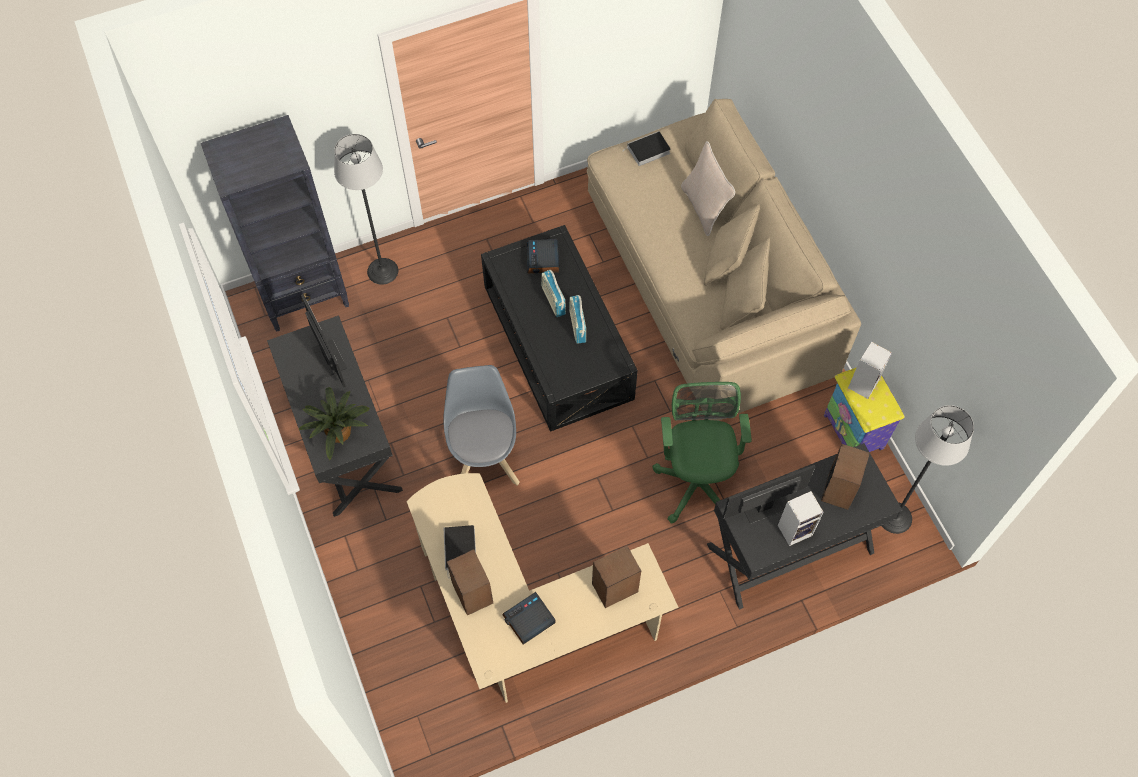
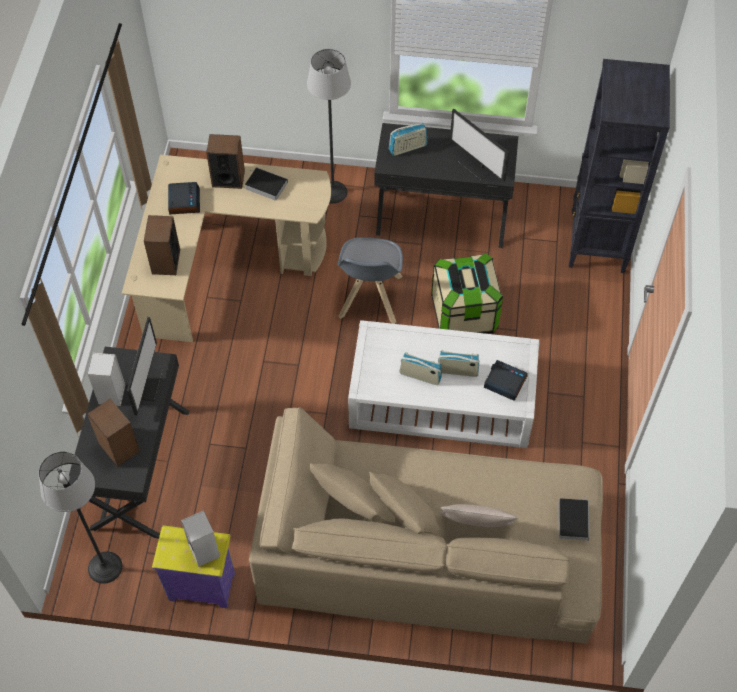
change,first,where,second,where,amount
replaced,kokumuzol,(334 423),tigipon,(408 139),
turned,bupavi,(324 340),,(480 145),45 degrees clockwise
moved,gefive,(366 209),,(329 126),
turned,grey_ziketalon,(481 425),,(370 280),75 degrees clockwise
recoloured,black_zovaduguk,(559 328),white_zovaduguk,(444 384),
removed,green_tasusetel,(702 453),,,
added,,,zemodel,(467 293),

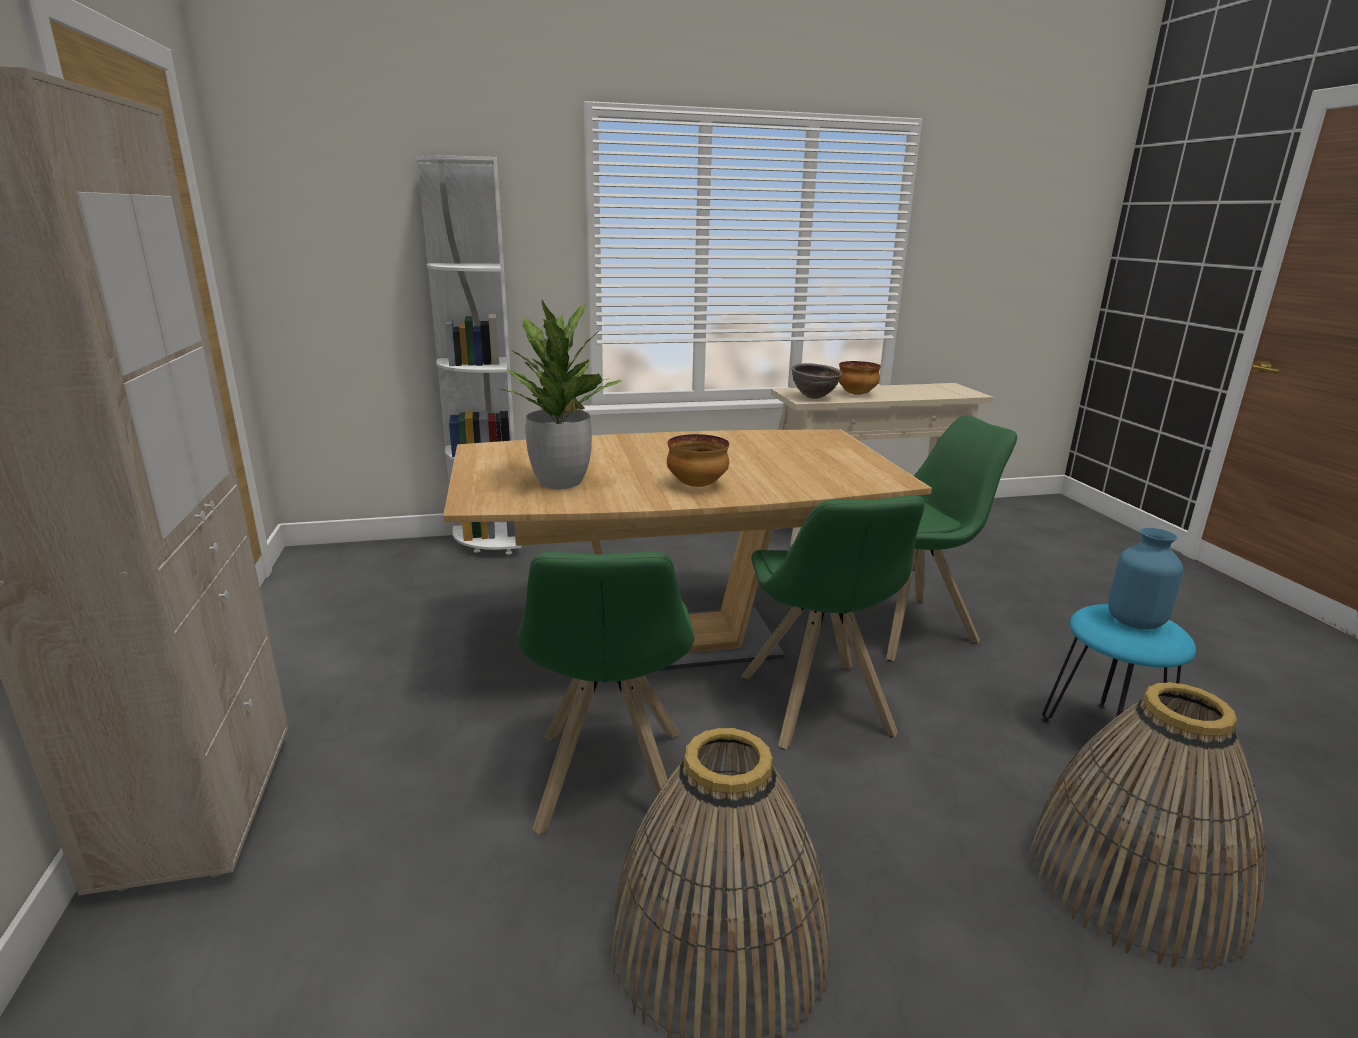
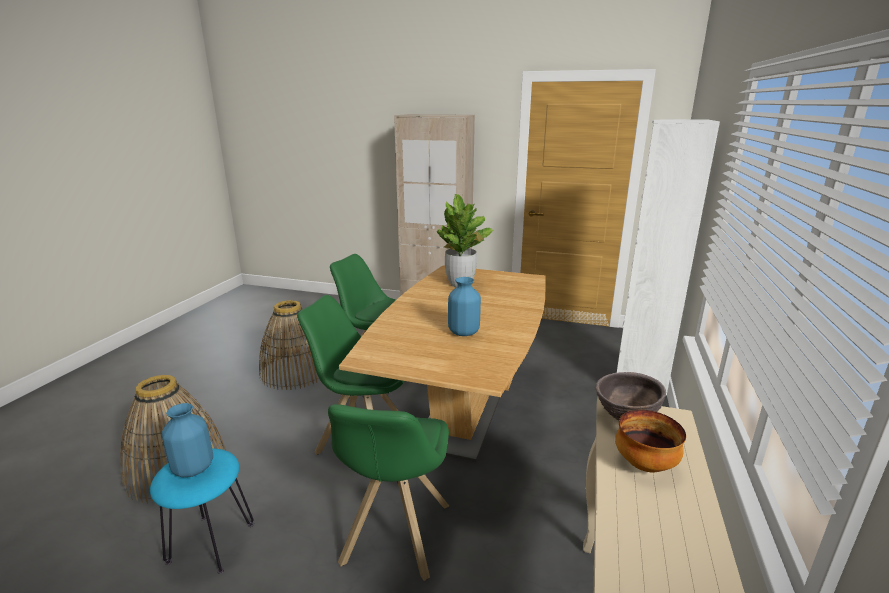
change,first,where,second,where,amount
removed,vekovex,(698 460),,,
added,,,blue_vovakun,(464 306),

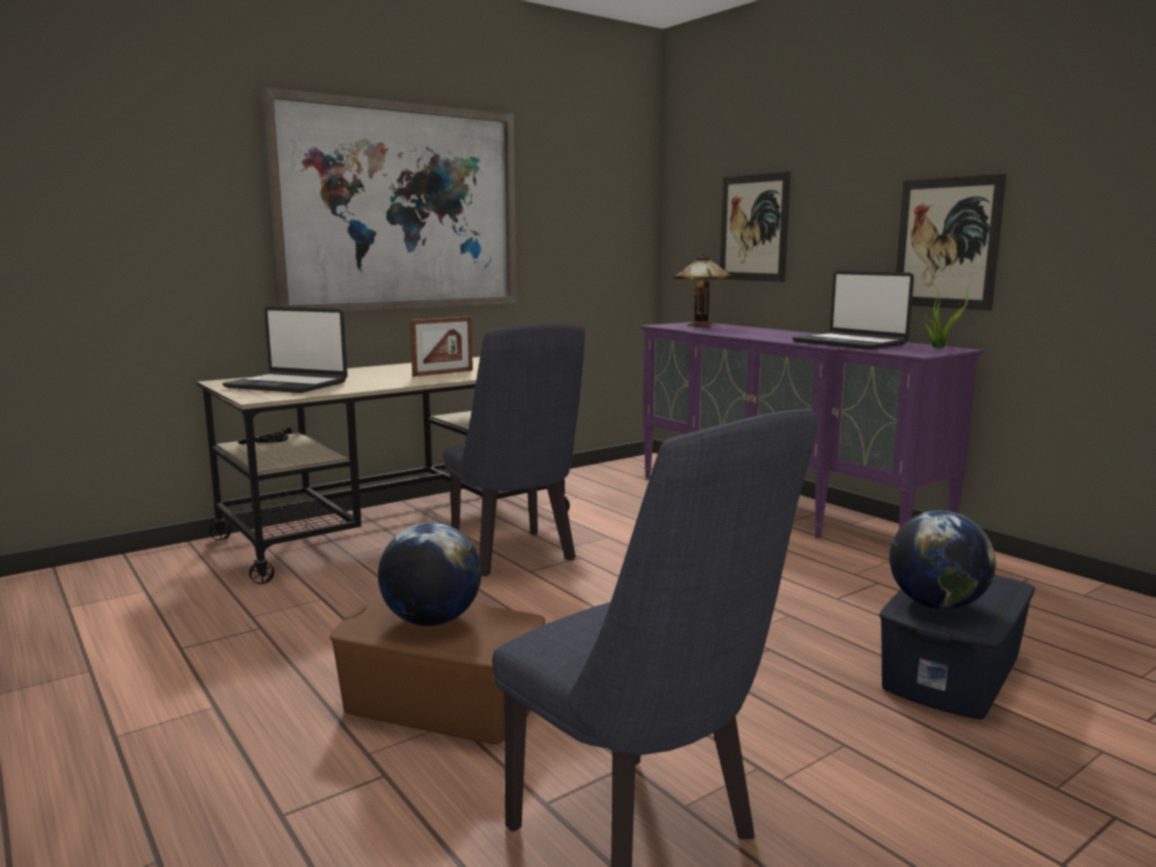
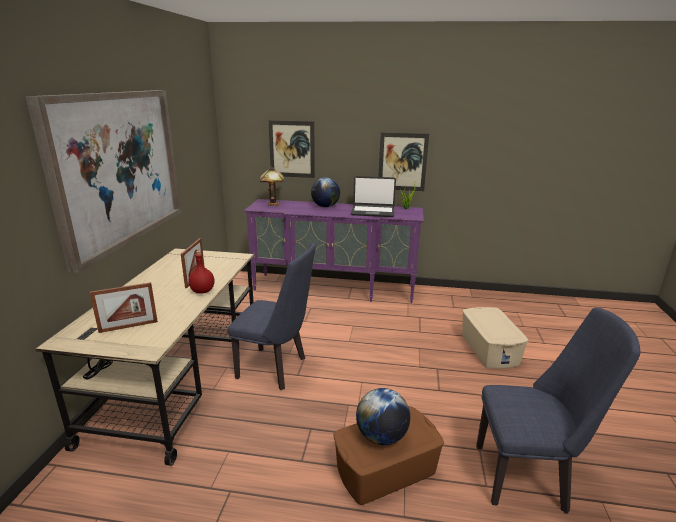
change,first,where,second,where,amount
replaced,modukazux,(285 350),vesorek,(124 307),
recoloured,blue_zemodel,(957 646),beige_zemodel,(495 338),
moved,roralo,(942 560),,(325 192),
added,,,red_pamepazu,(201 272),

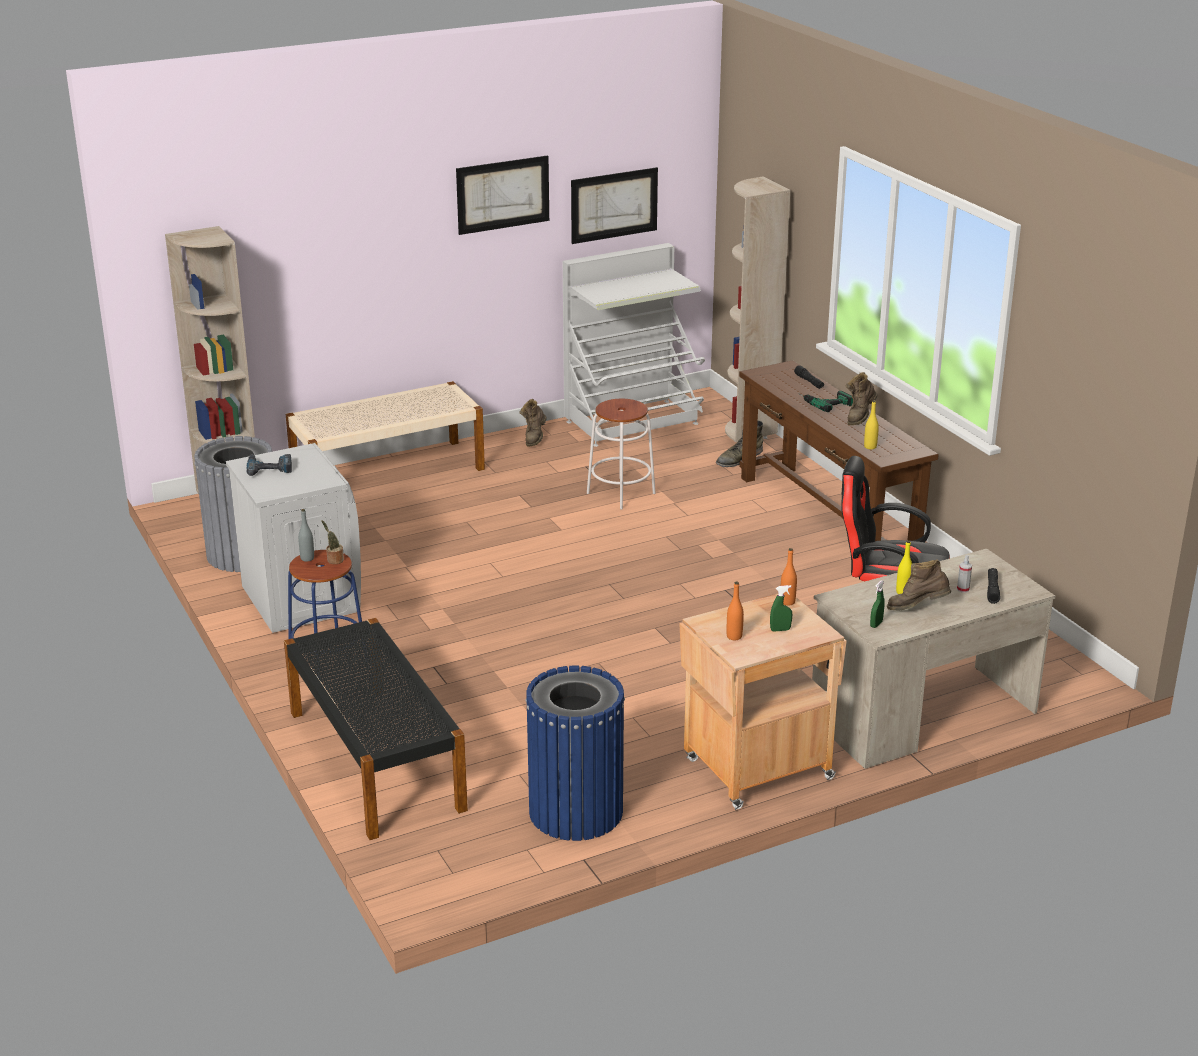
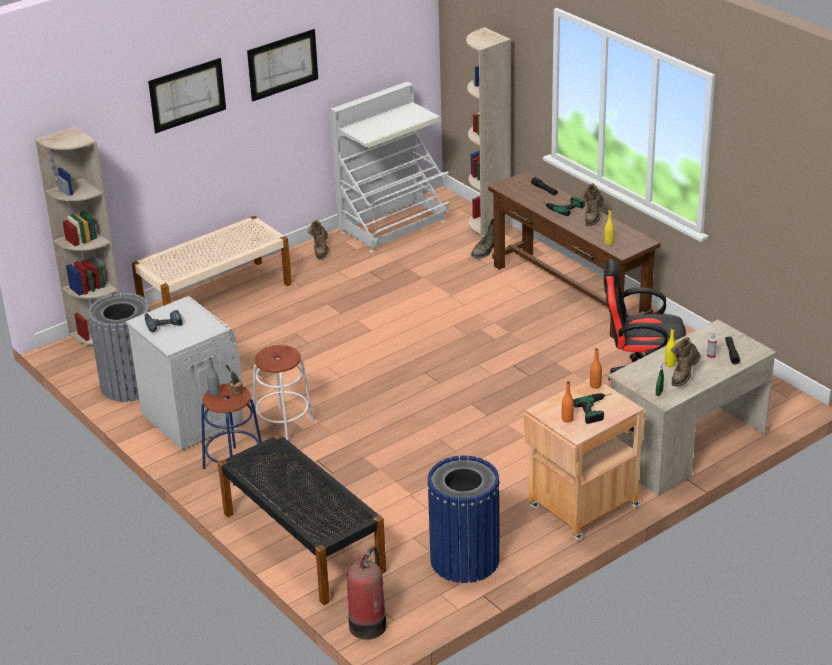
change,first,where,second,where,amount
moved,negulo,(614 205),,(187 95),
moved,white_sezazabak,(621 454),,(283 393),
replaced,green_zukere,(781 608),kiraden,(591 408),
turned,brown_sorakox,(919 584),,(686 361),45 degrees counterclockwise
added,,,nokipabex,(366 593),

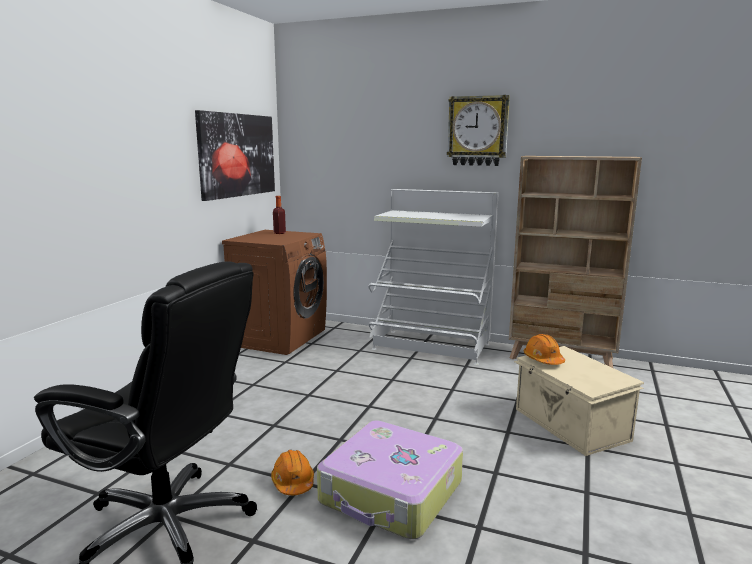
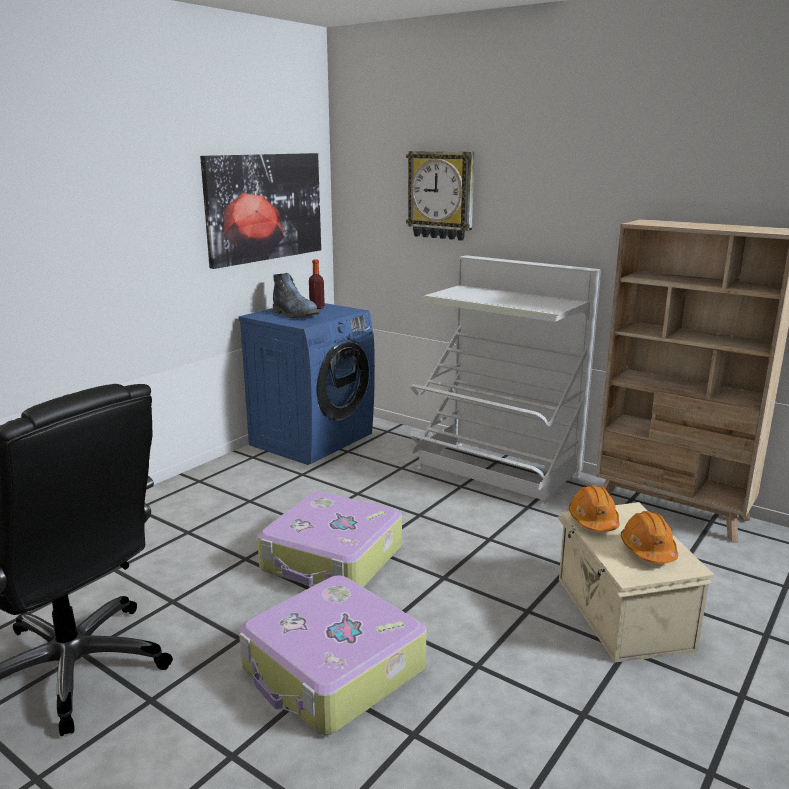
change,first,where,second,where,amount
recoloured,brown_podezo,(274 292),blue_podezo,(307 384),
moved,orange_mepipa,(292 472),,(649 537),
moved,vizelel,(478 130),,(440 196),
added,,,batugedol,(329 539),
added,,,sorakox,(296 295),

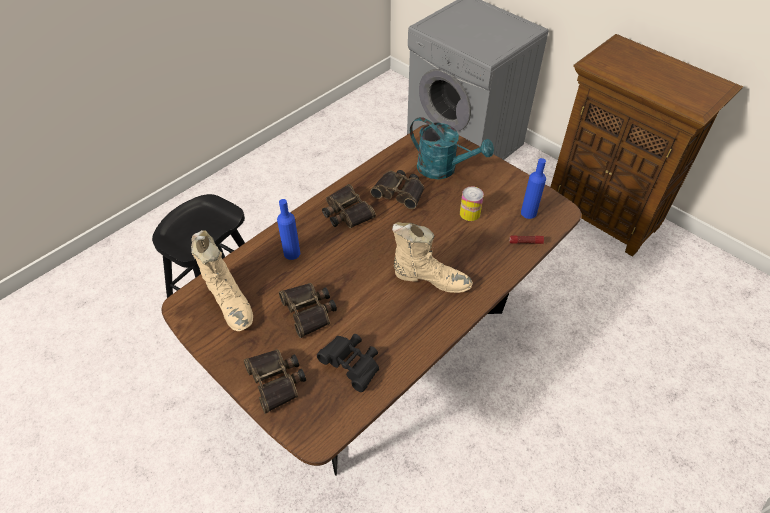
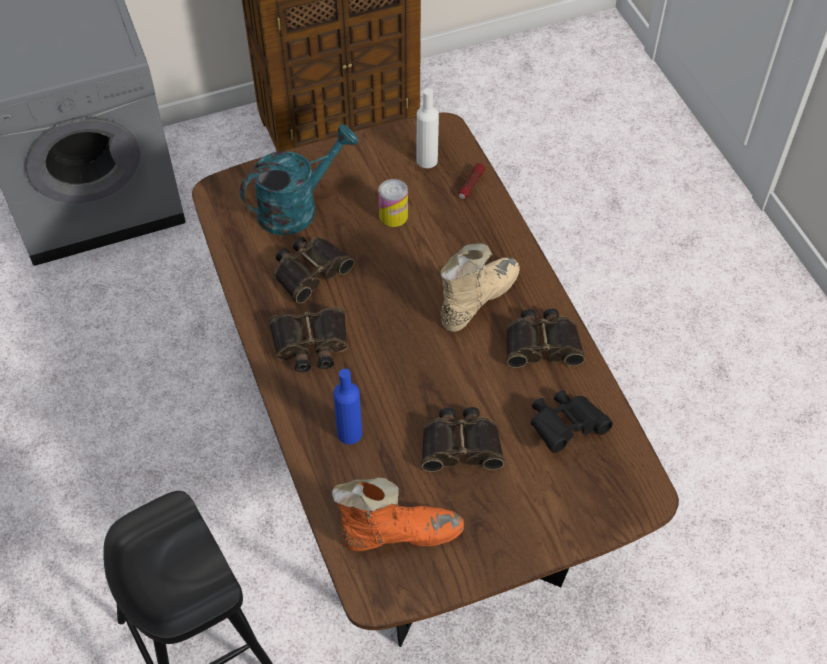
change,first,where,second,where,amount
recoloured,beige_sorakox,(222 280),orange_sorakox,(398 514),
moved,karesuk,(275 381),,(545 338),
recoloured,blue_pamepazu,(533 188),white_pamepazu,(428 128),

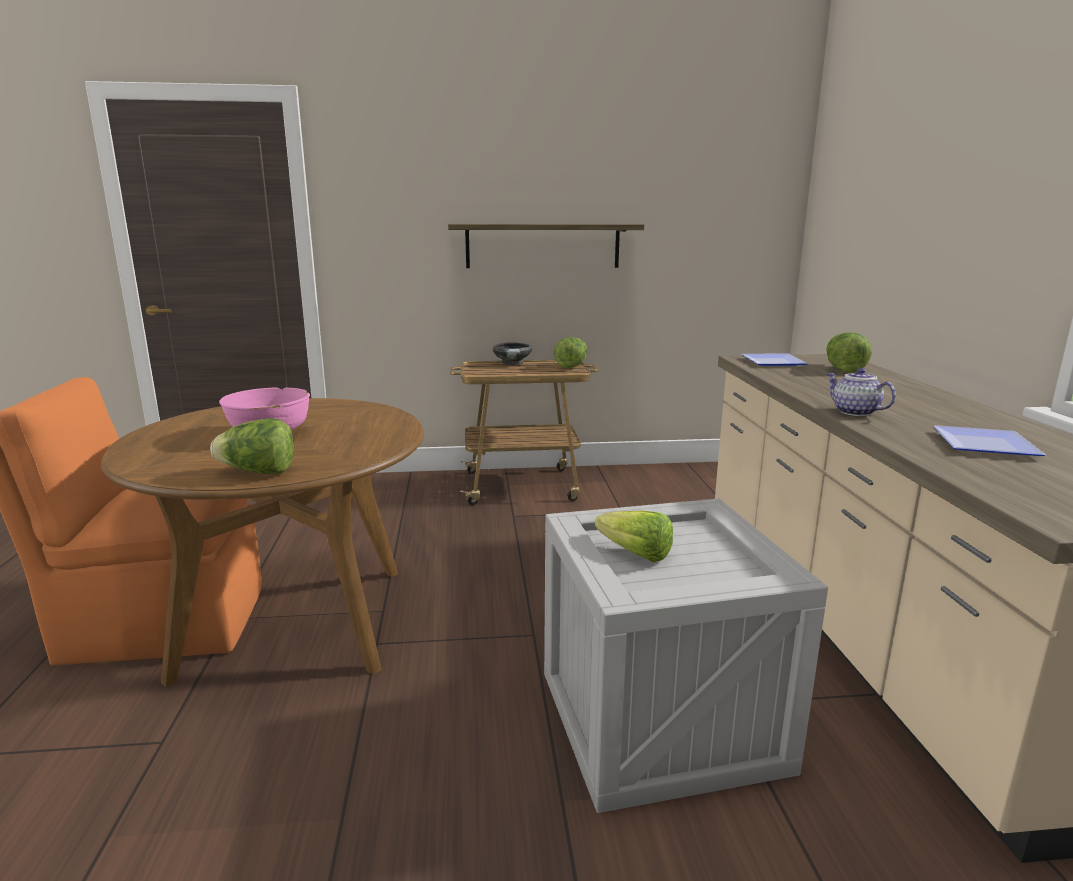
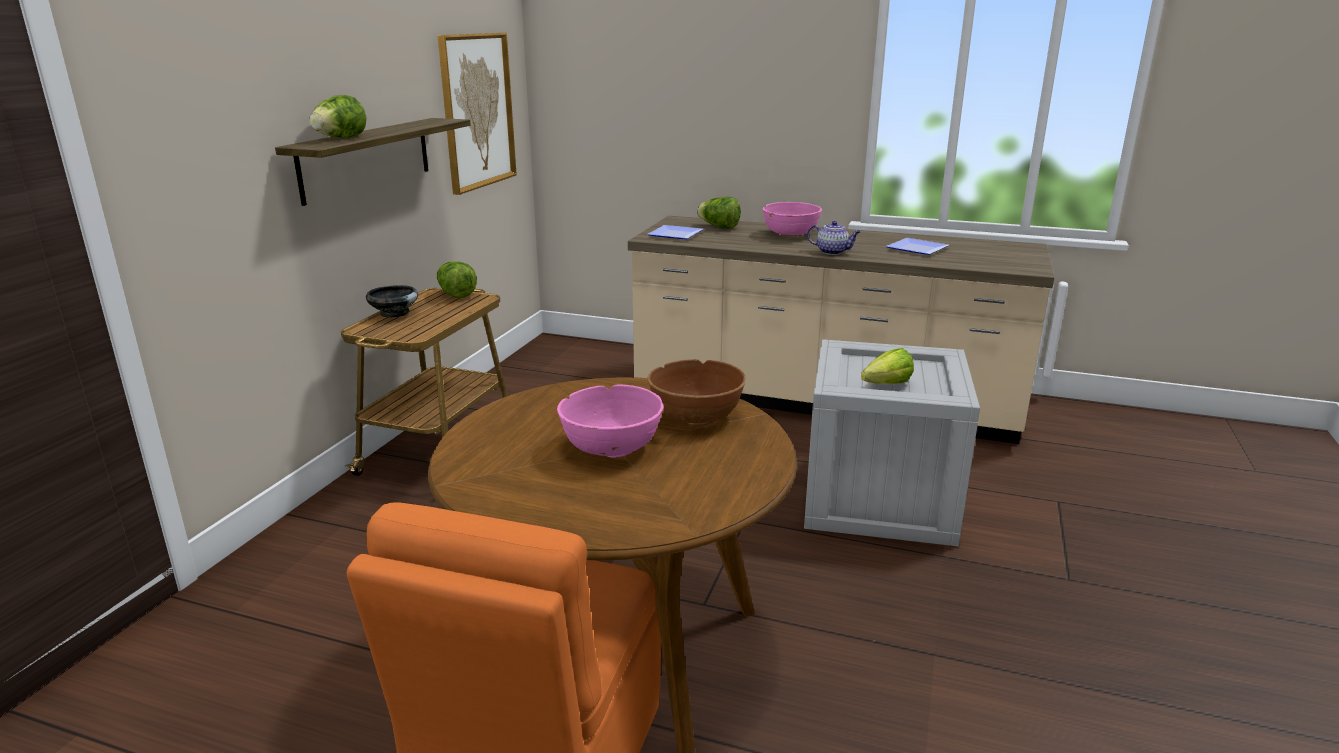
change,first,where,second,where,amount
moved,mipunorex,(252 446),,(337 116),
turned,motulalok,(861 392),,(834 238),150 degrees counterclockwise
added,,,negulo,(477 114),
added,,,brown_vekovex,(696 392),
added,,,pink_vekovex,(792 219),

